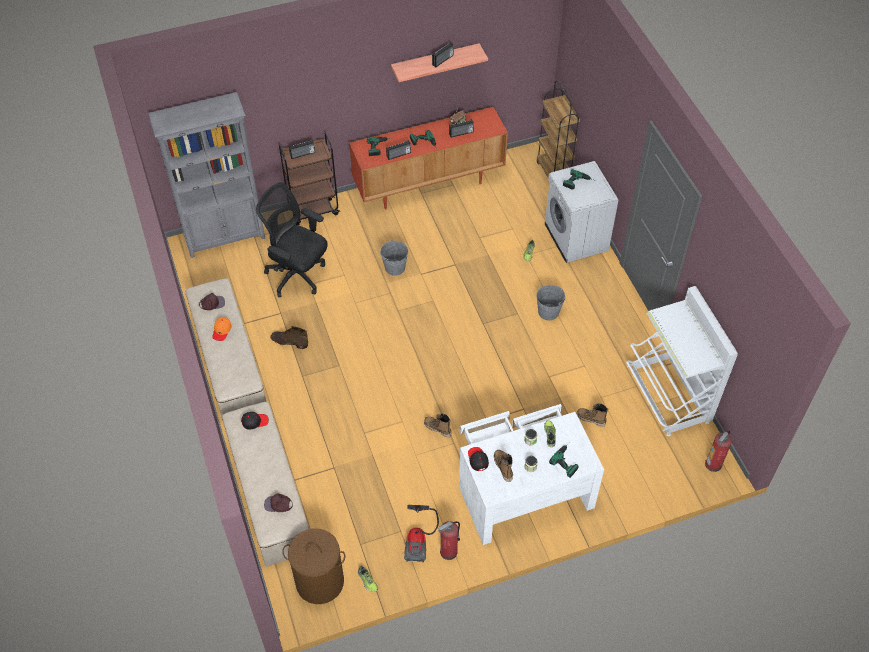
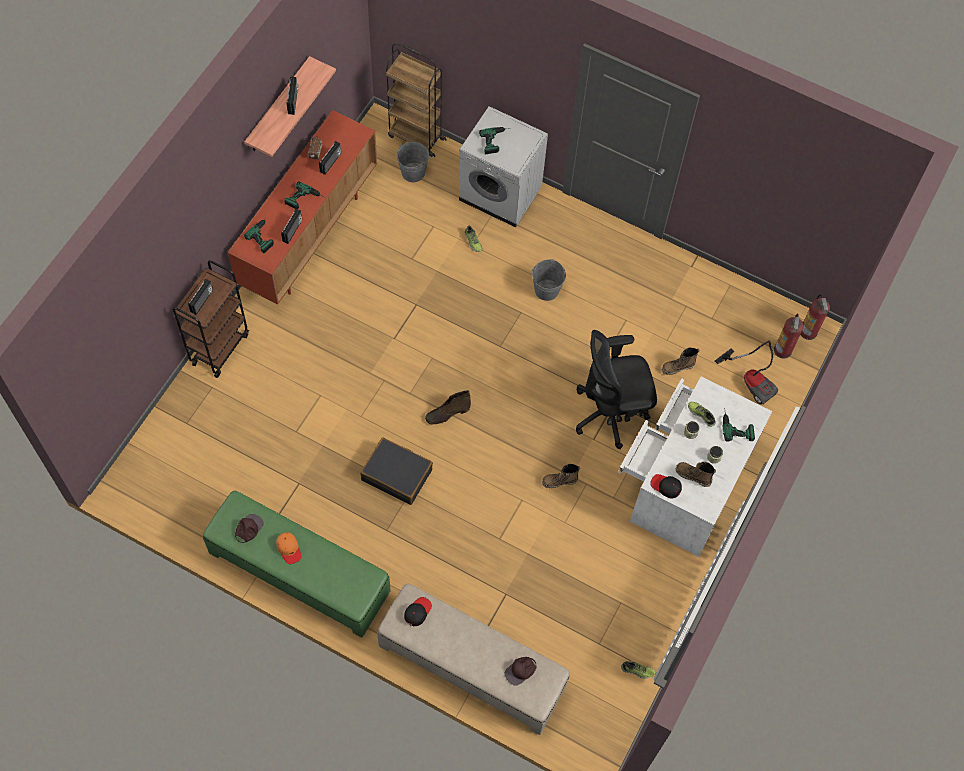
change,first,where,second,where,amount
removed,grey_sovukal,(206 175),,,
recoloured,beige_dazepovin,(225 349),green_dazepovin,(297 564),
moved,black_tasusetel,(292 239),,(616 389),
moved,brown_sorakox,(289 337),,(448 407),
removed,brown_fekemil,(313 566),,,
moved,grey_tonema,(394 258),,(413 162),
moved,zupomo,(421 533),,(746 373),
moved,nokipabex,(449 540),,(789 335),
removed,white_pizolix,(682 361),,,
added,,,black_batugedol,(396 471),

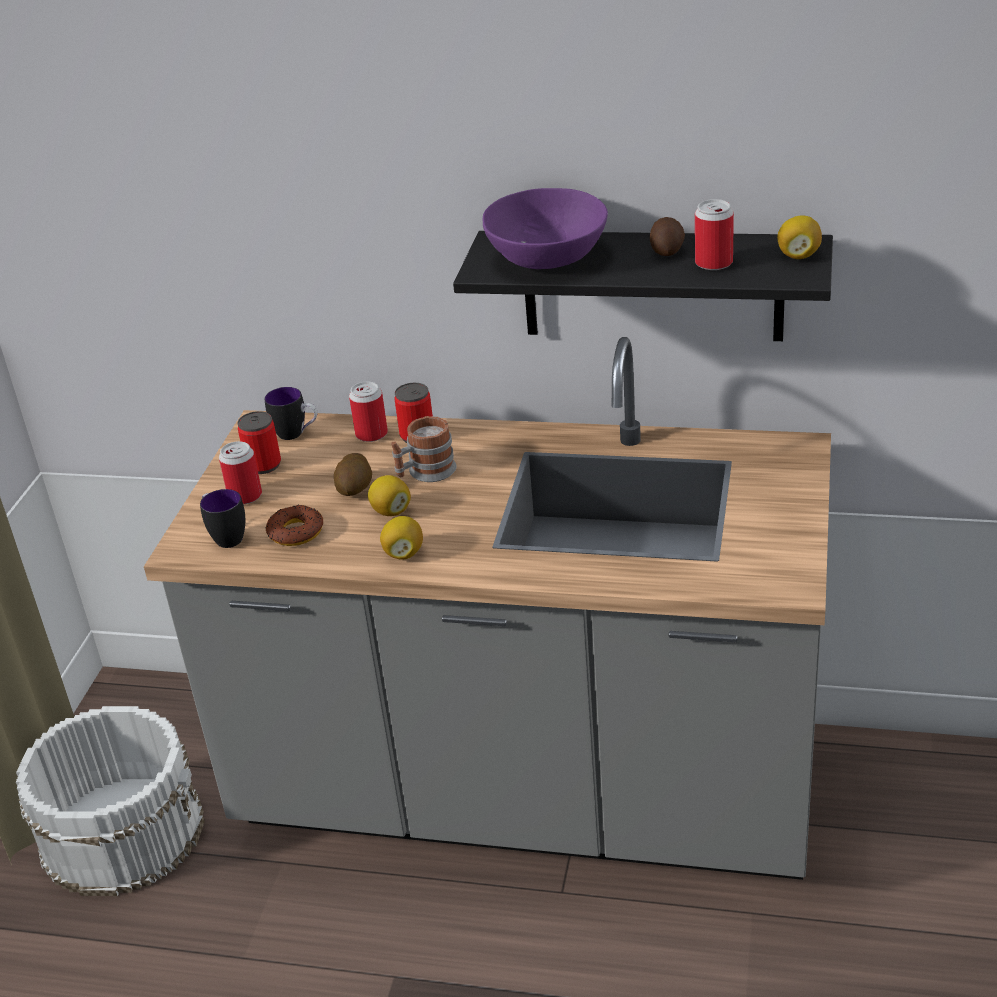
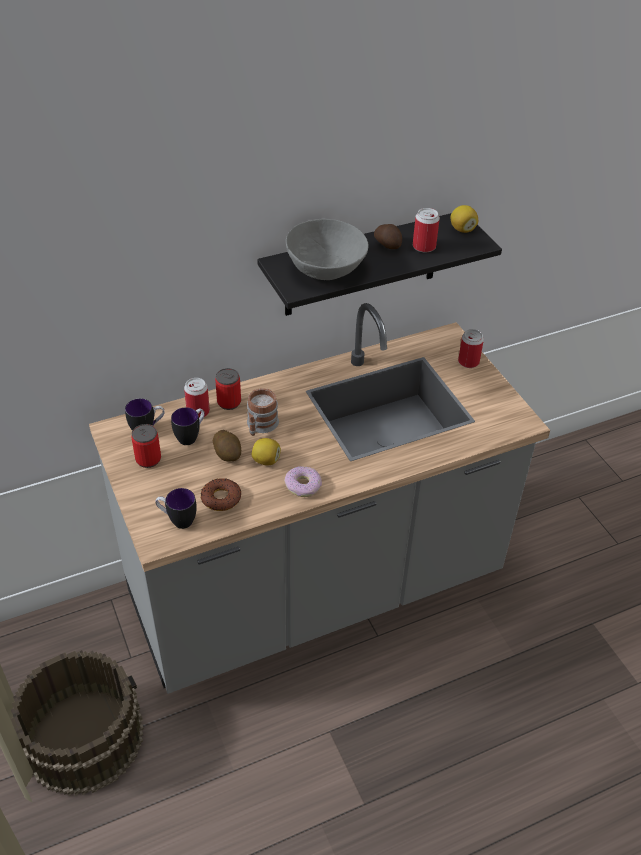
change,first,where,second,where,amount
recoloured,white_tonema,(110 801),brown_tonema,(77 723),
moved,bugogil,(240 472),,(471 348),
replaced,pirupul,(401 538),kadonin,(303 481),
recoloured,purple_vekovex,(545 228),grey_vekovex,(327 249),
added,,,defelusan,(188 426),

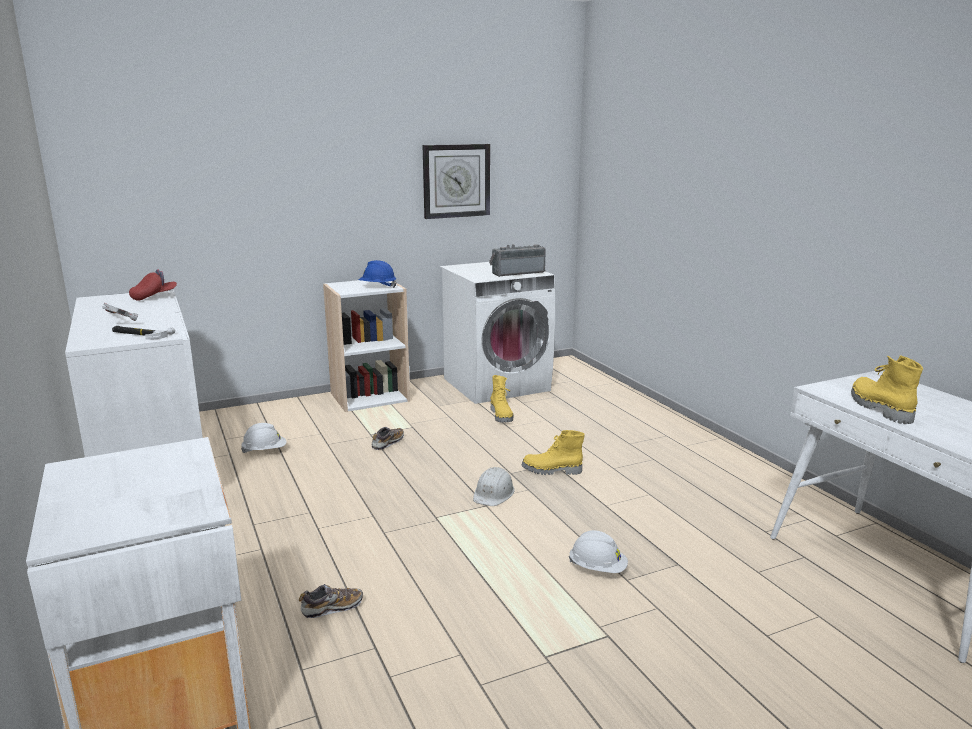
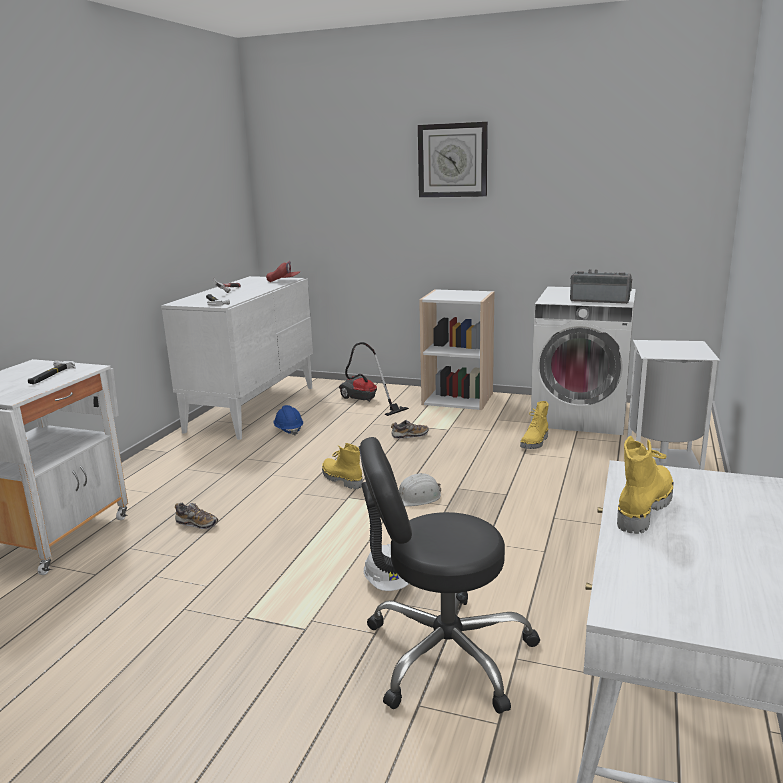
change,first,where,second,where,amount
removed,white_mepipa,(263 438),,,
moved,blue_mepipa,(377 274),,(288 420),
moved,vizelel,(456 181),,(453 159),
moved,yellow_sorakox,(553 452),,(342 466),
added,,,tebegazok,(51 372),
added,,,zupomo,(374 379),
added,,,black_tasusetel,(449 575),
added,,,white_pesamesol,(673 405),

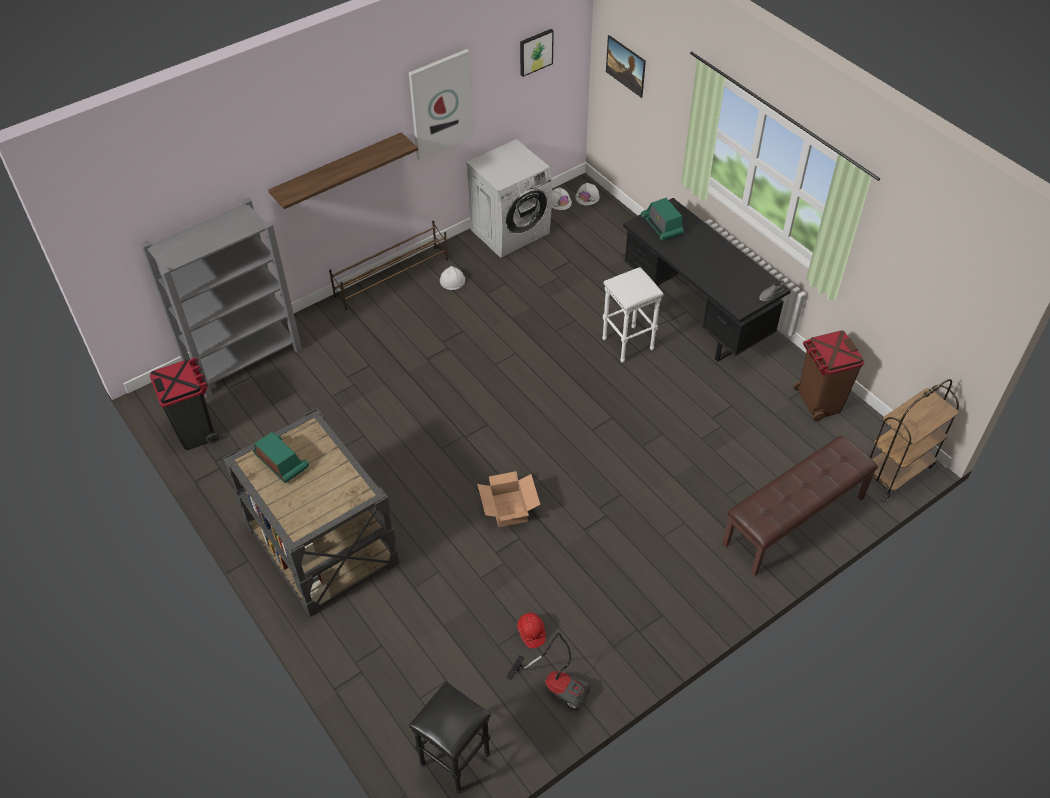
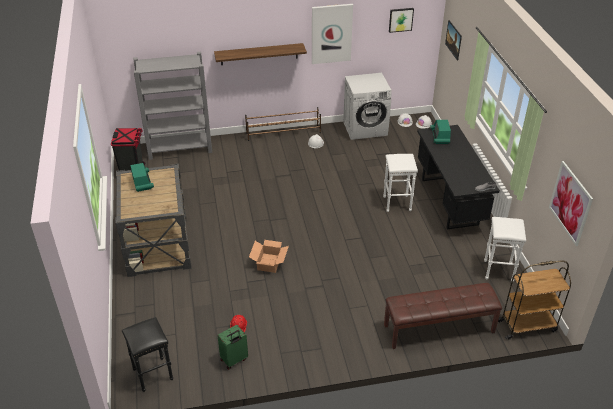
change,first,where,second,where,amount
replaced,zupomo,(548 671),green_batugedol,(233 347),
replaced,brown_pesamesol,(828 375),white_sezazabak,(505 249),
added,,,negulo,(571 203),

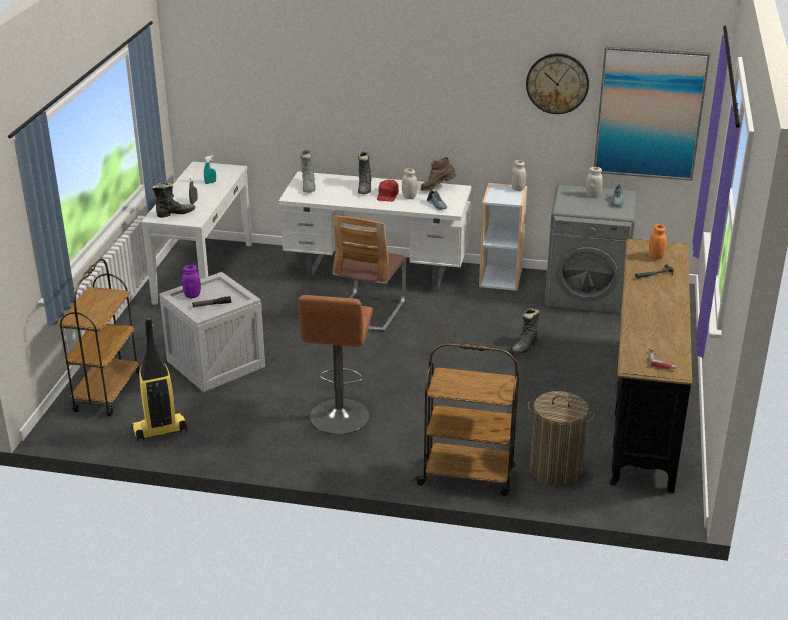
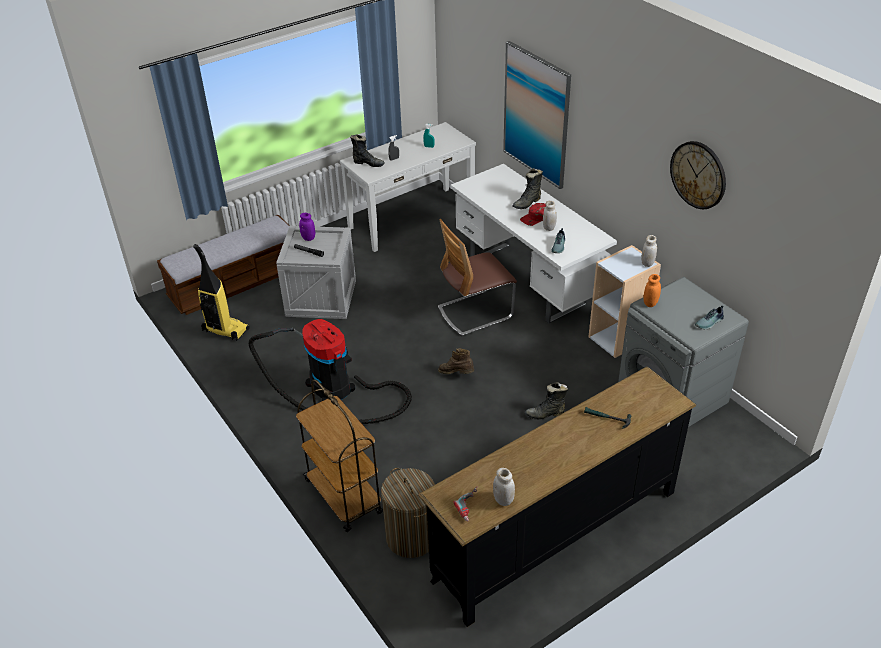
change,first,where,second,where,amount
replaced,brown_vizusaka,(99 337),dazepovin,(223 265),
replaced,brown_sezazabak,(335 364),zupomo,(330 371),
removed,grey_sorakox,(308 171),,,
moved,brown_sorakox,(438 174),,(456 361),
moved,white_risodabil,(594 182),,(504 487),
moved,negulo,(652 114),,(537 115),
moved,orange_risodabil,(658 242),,(652 290),

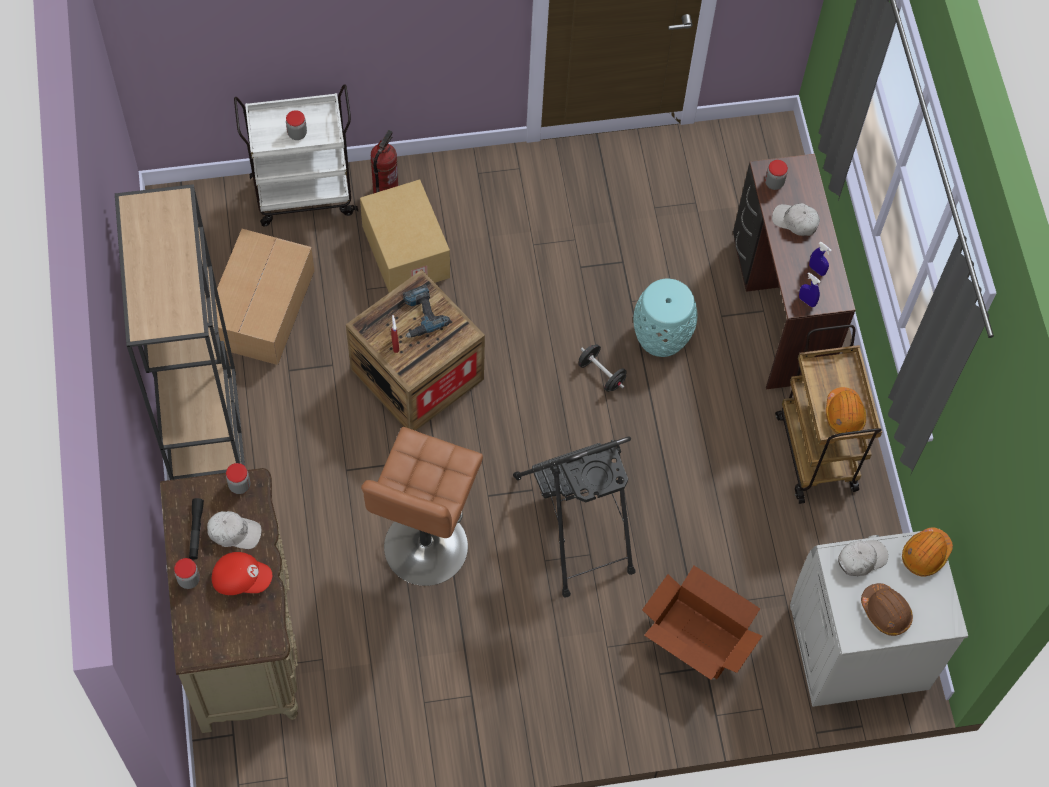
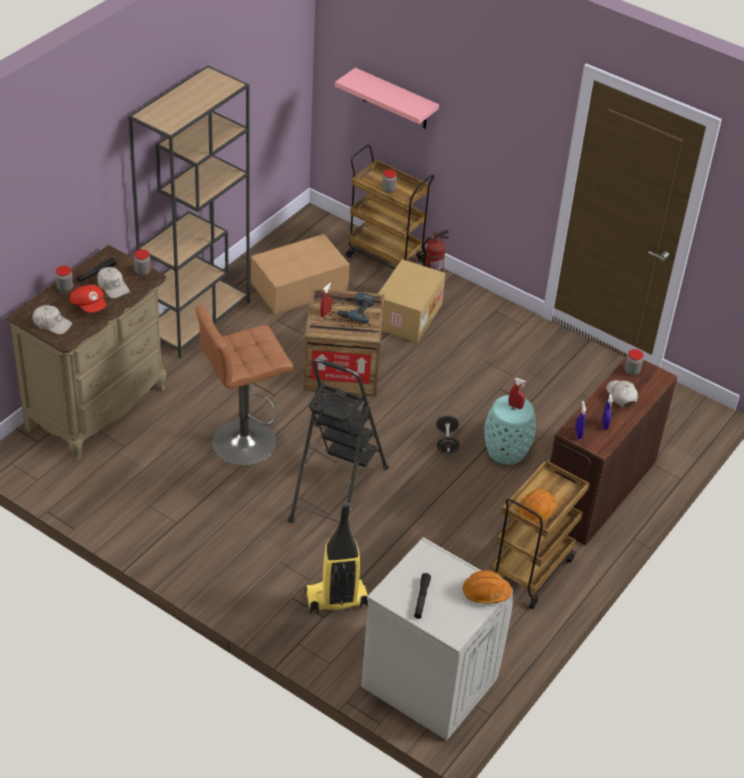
change,first,where,second,where,amount
recoloured,white_vizusaka,(296 155),brown_vizusaka,(390 207),
replaced,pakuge,(702 623),zupomo,(336 558),
moved,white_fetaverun,(863 558),,(52 320),
replaced,brown_mepipa,(887 609),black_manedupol,(422 596),
added,,,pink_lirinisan,(387 98),
added,,,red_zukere,(517 393),

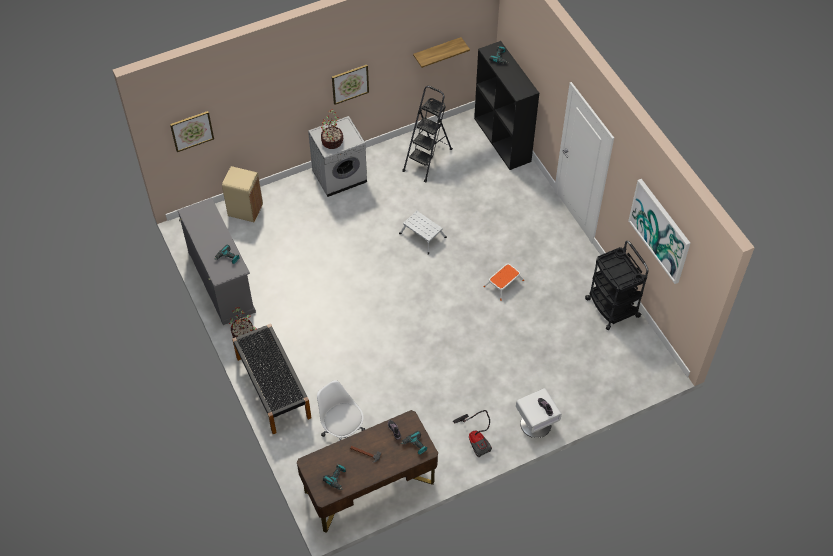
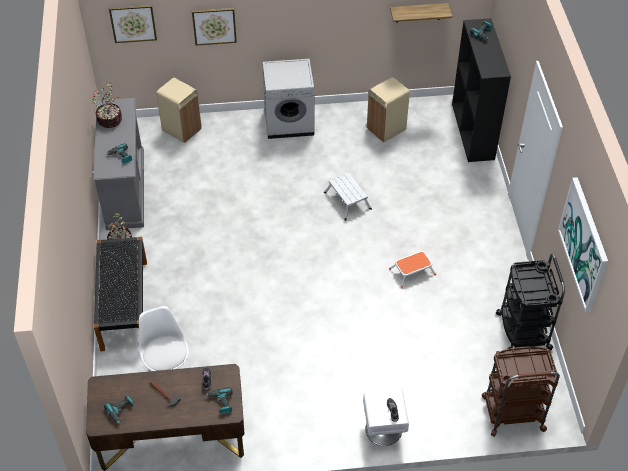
change,first,where,second,where,amount
moved,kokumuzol,(332 129),,(107 105),
moved,negulo,(350 85),,(214 27),
replaced,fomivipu,(427 134),beige_pesamesol,(388 110),
removed,zupomo,(472 433),,,
added,,,brown_vizusaka,(521 392),

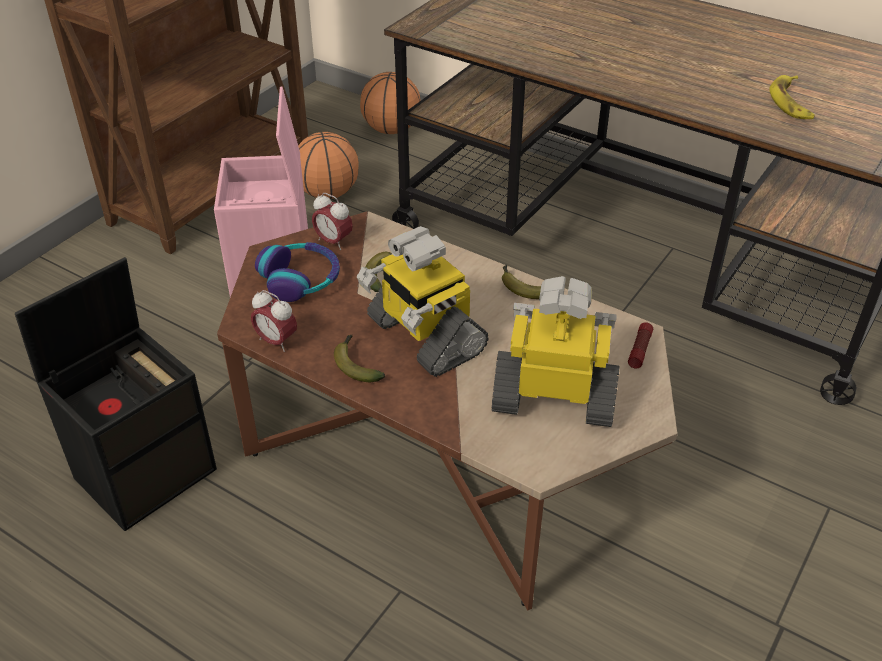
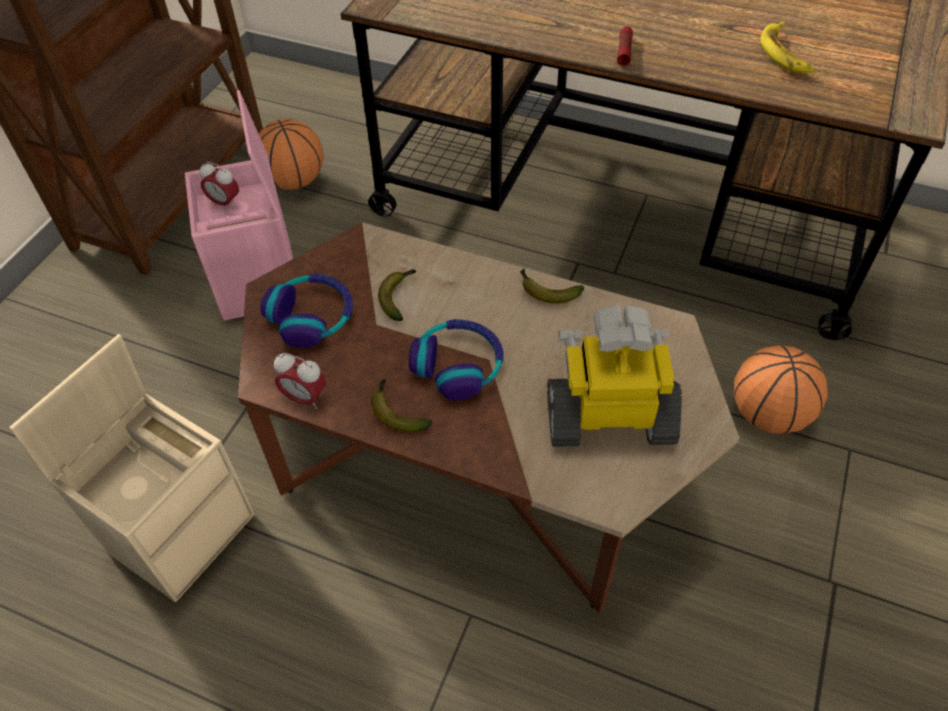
change,first,where,second,where,amount
recoloured,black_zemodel,(116 394),beige_zemodel,(132 468),
moved,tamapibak,(332 221),,(219 186),
replaced,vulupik,(423 301),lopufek,(456 359),
moved,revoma,(390 103),,(781 389),
moved,manedupol,(640 345),,(625 46),

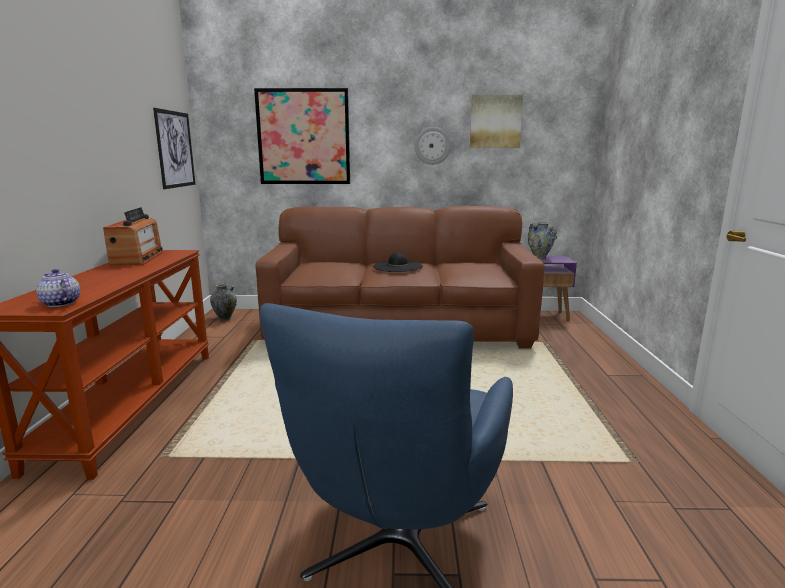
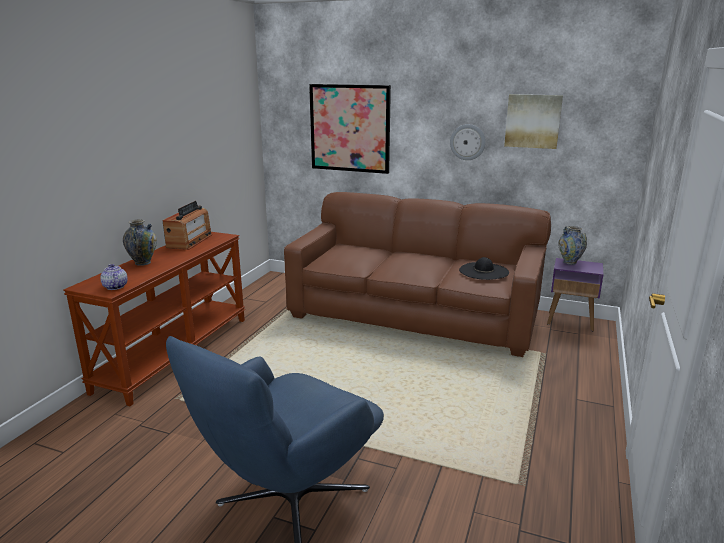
change,first,where,second,where,amount
removed,negulo,(174 148),,,
moved,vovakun,(223 302),,(140 242),
moved,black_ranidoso,(398 262),,(484 268),

